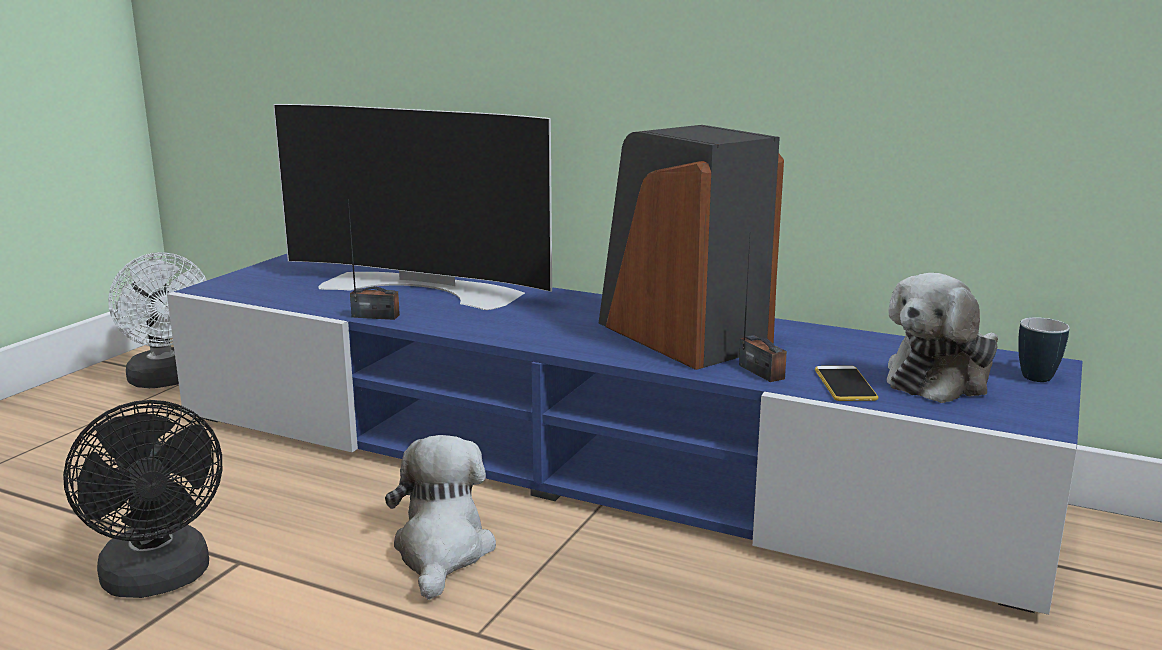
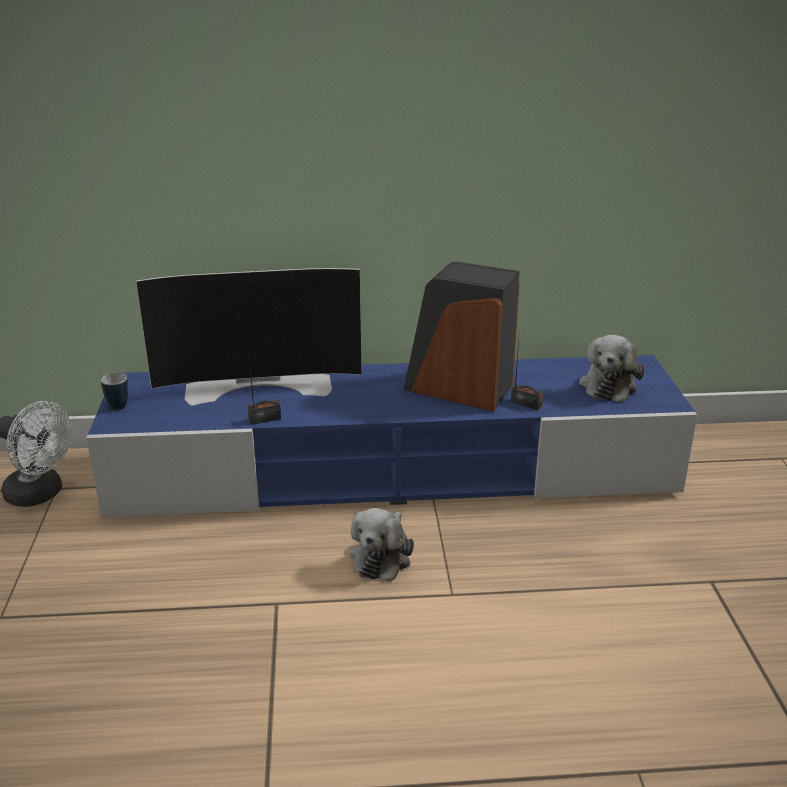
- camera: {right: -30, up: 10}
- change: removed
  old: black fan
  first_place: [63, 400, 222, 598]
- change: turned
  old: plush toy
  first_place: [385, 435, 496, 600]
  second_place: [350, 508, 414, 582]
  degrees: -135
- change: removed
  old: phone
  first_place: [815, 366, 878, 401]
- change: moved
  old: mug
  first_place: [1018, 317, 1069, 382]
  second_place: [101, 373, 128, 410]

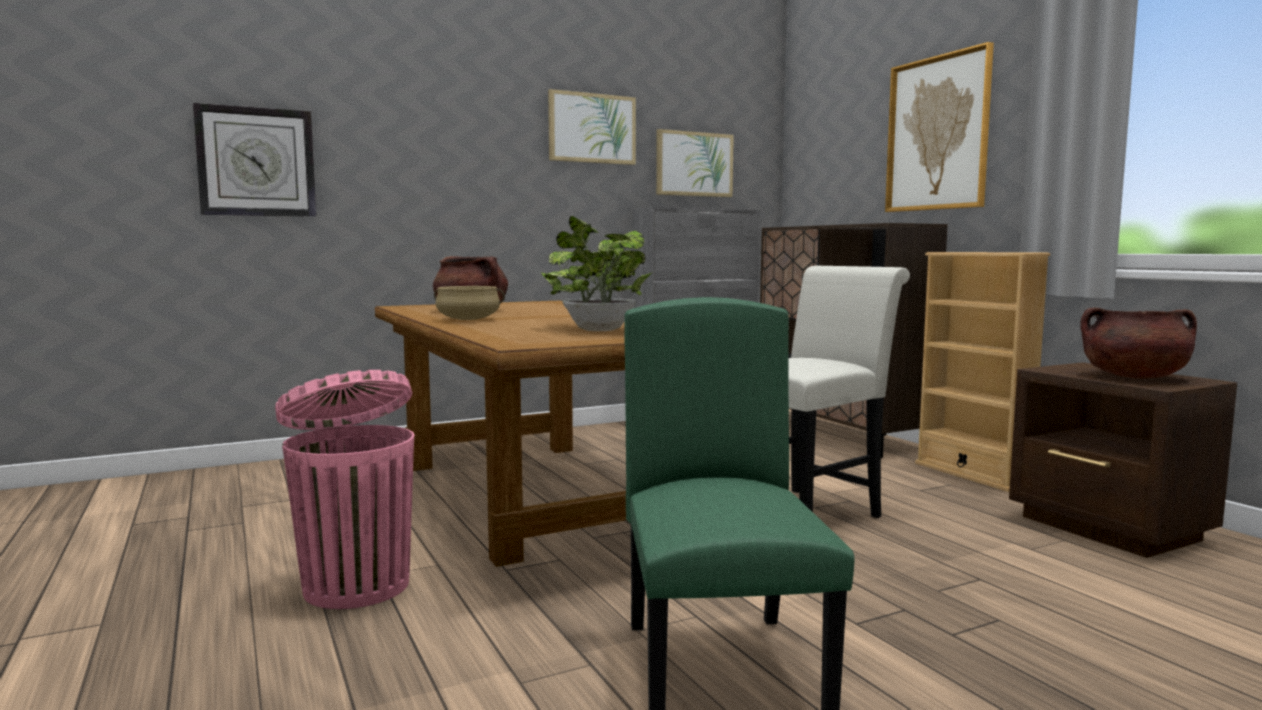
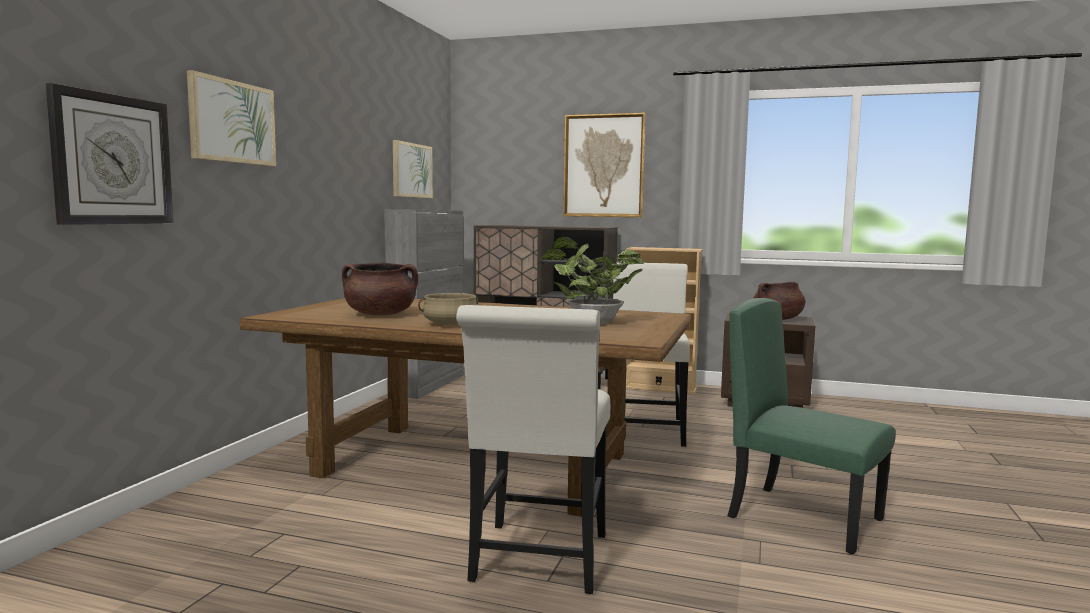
- camera: {right: -45, up: 0}
- change: replaced
  old: pink trash can
  new: white chair
  first_place: [275, 370, 415, 609]
  second_place: [456, 305, 610, 594]
- change: moved
  old: picture
  first_place: [548, 89, 636, 165]
  second_place: [187, 70, 276, 166]

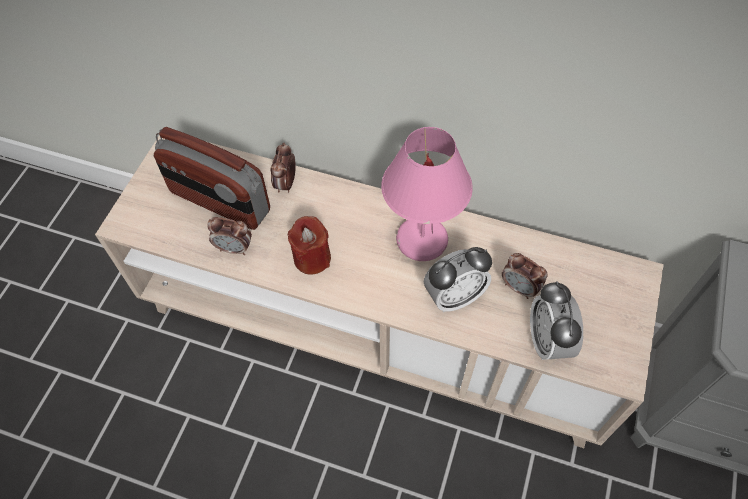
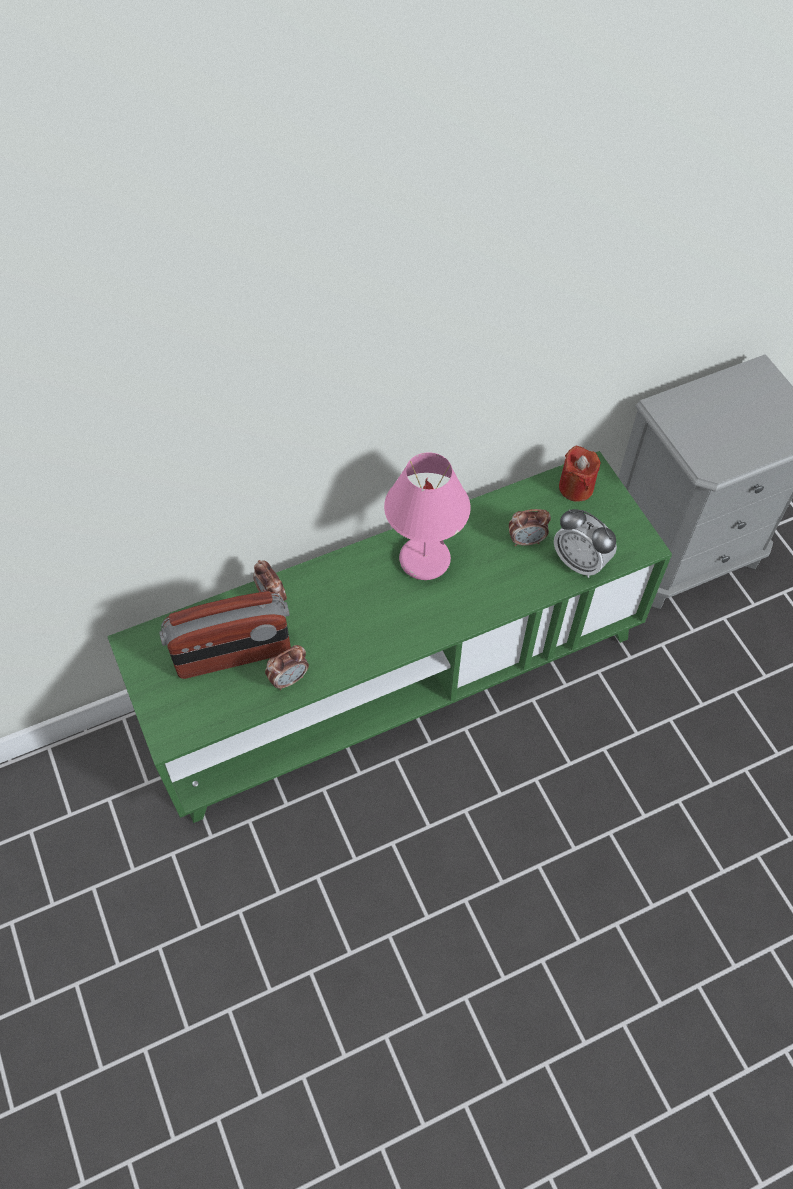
- camera: {right: -45, up: 0}
- change: recoloured
  old: beige tv stand
  new: green tv stand
  first_place: [95, 135, 664, 448]
  second_place: [107, 451, 672, 823]
- change: moved
  old: red candle
  first_place: [288, 216, 331, 275]
  second_place: [559, 446, 600, 502]
- change: removed
  old: alarm clock
  first_place: [424, 247, 492, 312]

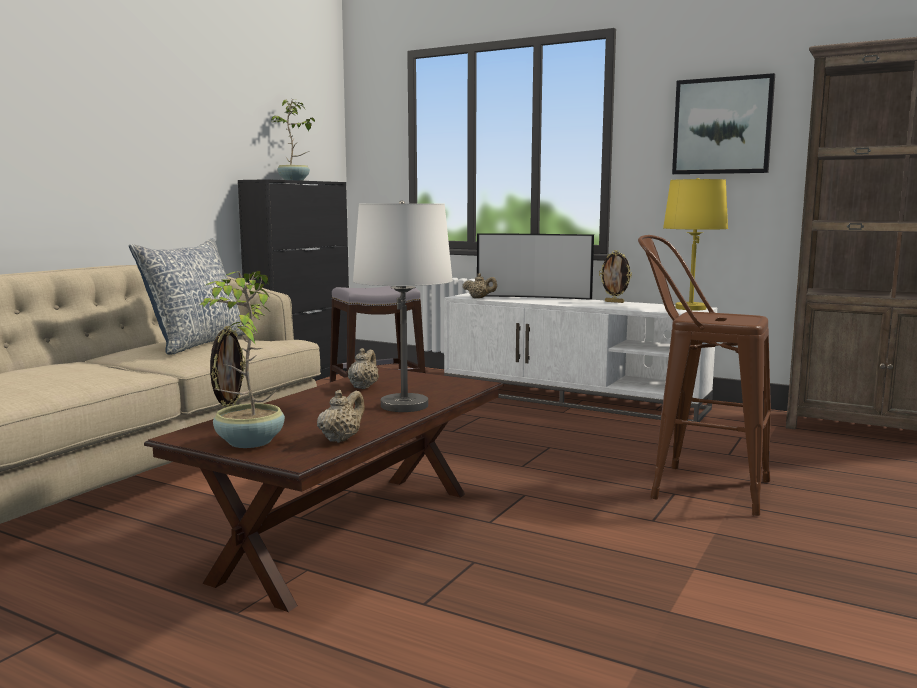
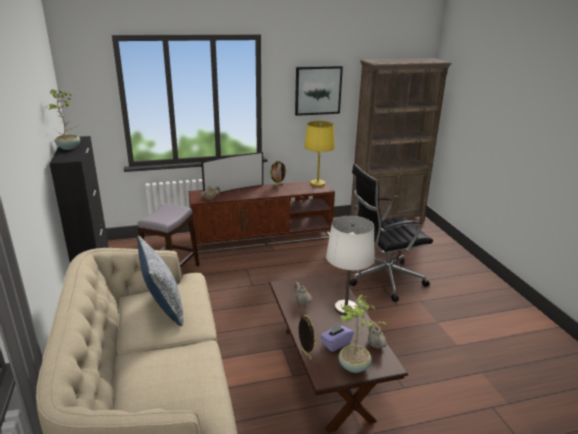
- camera: {right: -45, up: 15}
- change: recoloured
  old: white tv stand
  new: brown tv stand
  first_place: [444, 293, 717, 422]
  second_place: [188, 180, 335, 254]
- change: replaced
  old: brown stool
  new: black office chair
  first_place: [638, 235, 771, 516]
  second_place: [350, 164, 433, 302]
- change: added
  new: purple tissue box
  second_place: [320, 322, 354, 352]

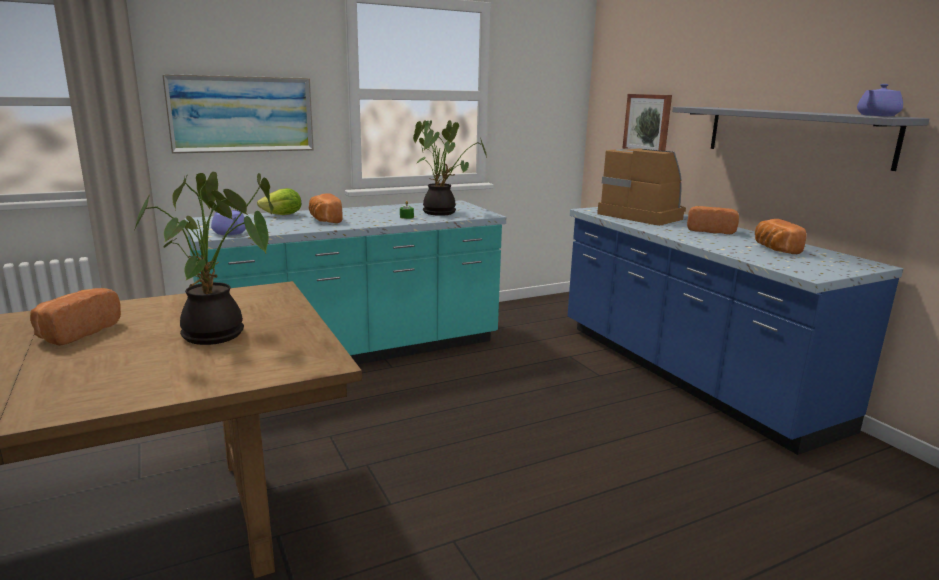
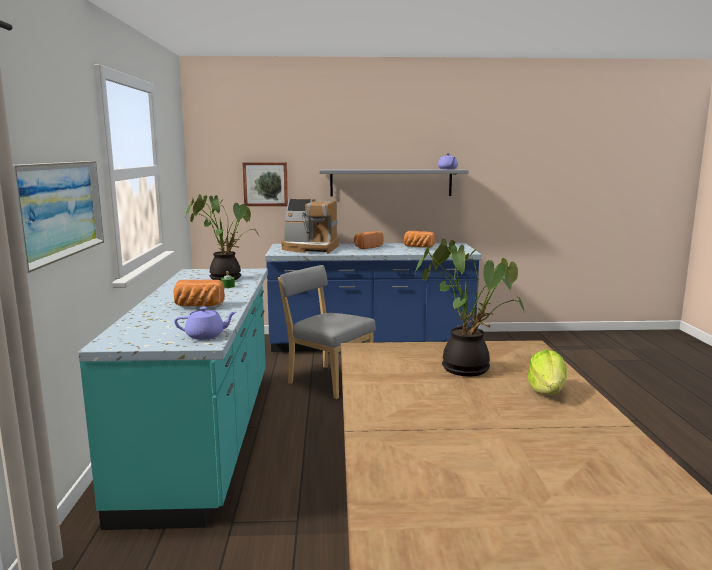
- camera: {right: -65, up: -5}
- change: removed
  old: bread
  first_place: [30, 288, 121, 346]
- change: moved
  old: lettuce
  first_place: [257, 188, 301, 215]
  second_place: [527, 350, 567, 395]
- change: turned
  old: coffee machine
  first_place: [597, 148, 686, 226]
  second_place: [281, 199, 339, 254]
  degrees: -150
- change: added
  new: grey chair
  second_place: [278, 265, 376, 399]

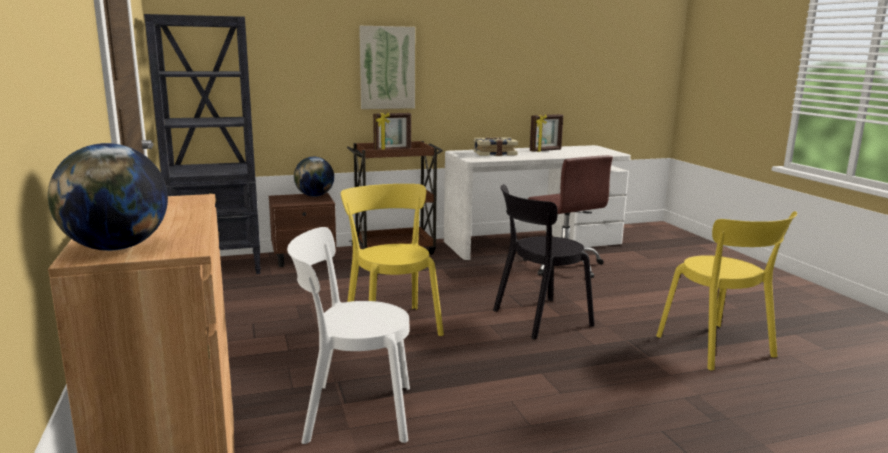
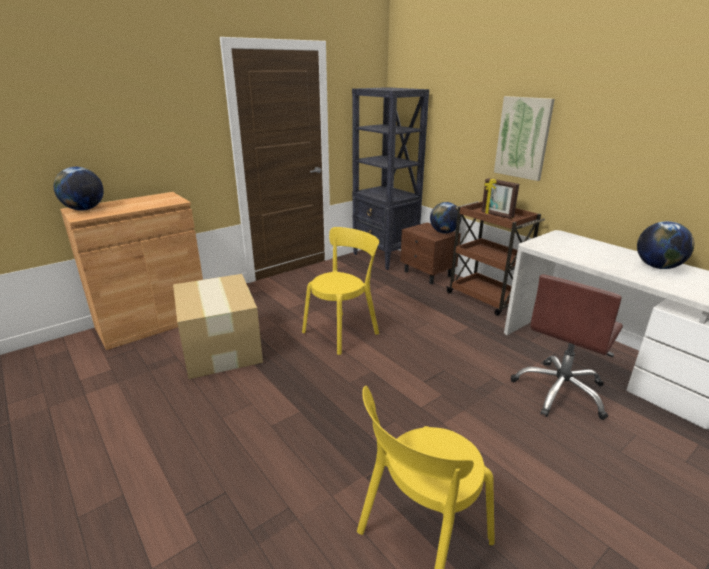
- camera: {right: 70, up: 10}
- change: replaced
  old: white chair
  new: cardboard box
  first_place: [287, 227, 410, 444]
  second_place: [173, 274, 263, 379]
- change: removed
  old: book
  first_place: [474, 137, 518, 156]
- change: removed
  old: black chair
  first_place: [493, 184, 595, 340]
- change: replaced
  old: picture frame
  new: globe
  first_place: [530, 114, 563, 152]
  second_place: [637, 221, 694, 269]

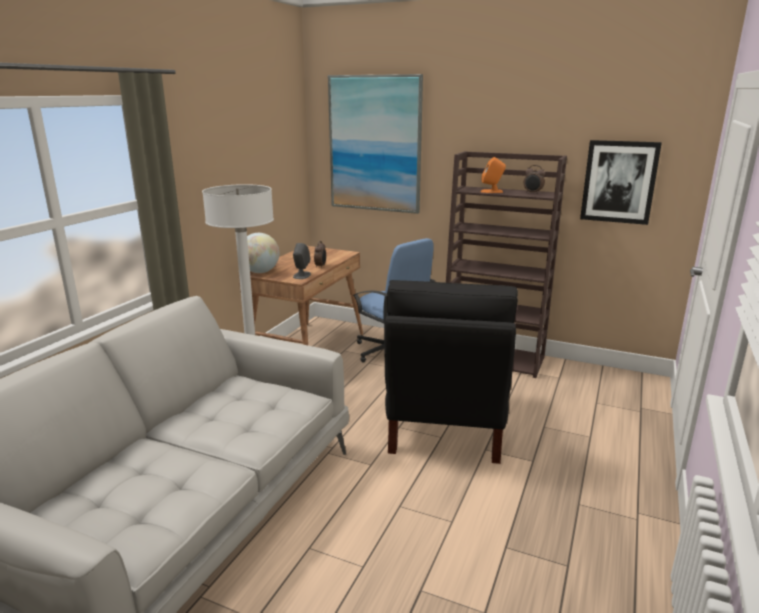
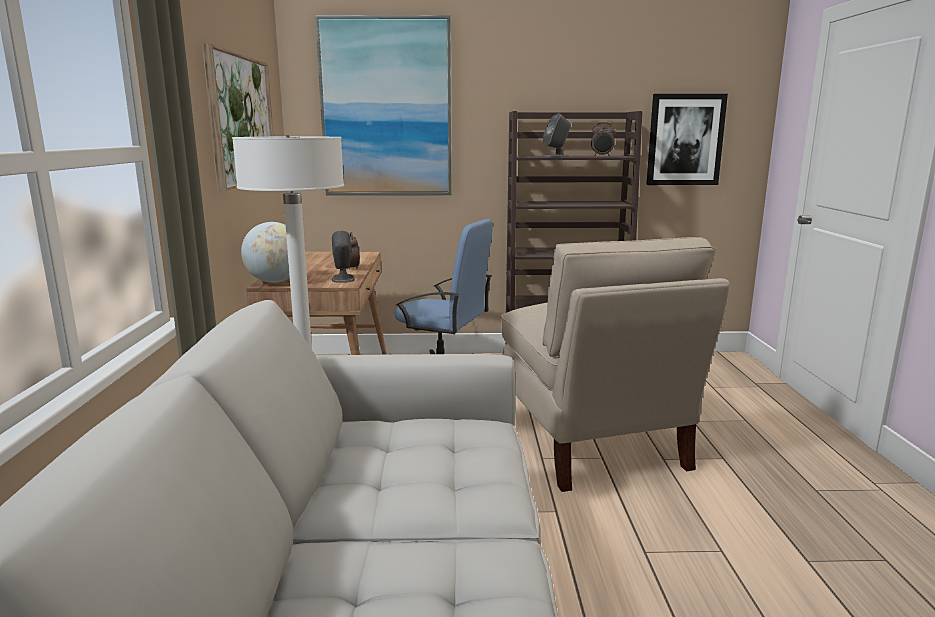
- camera: {right: -25, up: -5}
- change: recoloured
  old: black chair
  new: beige chair
  first_place: [384, 280, 518, 464]
  second_place: [501, 237, 730, 492]
- change: recoloured
  old: orange speaker
  new: grey speaker
  first_place: [480, 157, 506, 193]
  second_place: [543, 114, 571, 157]
- change: added
  new: picture
  second_place: [202, 44, 274, 191]

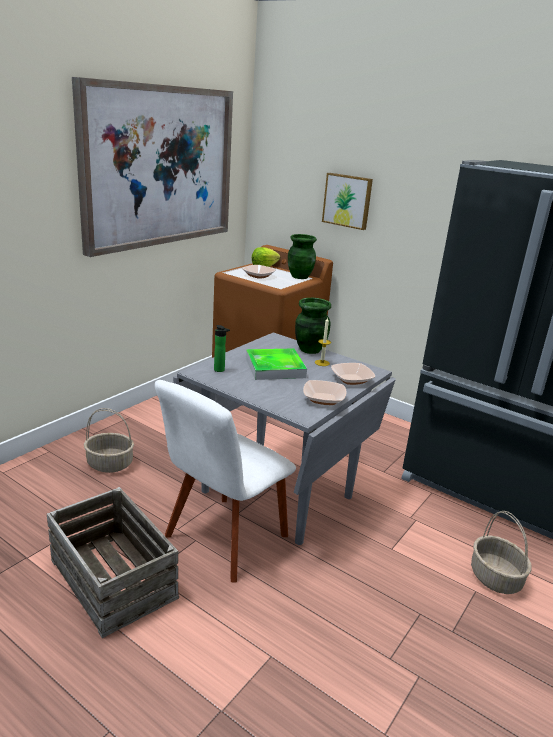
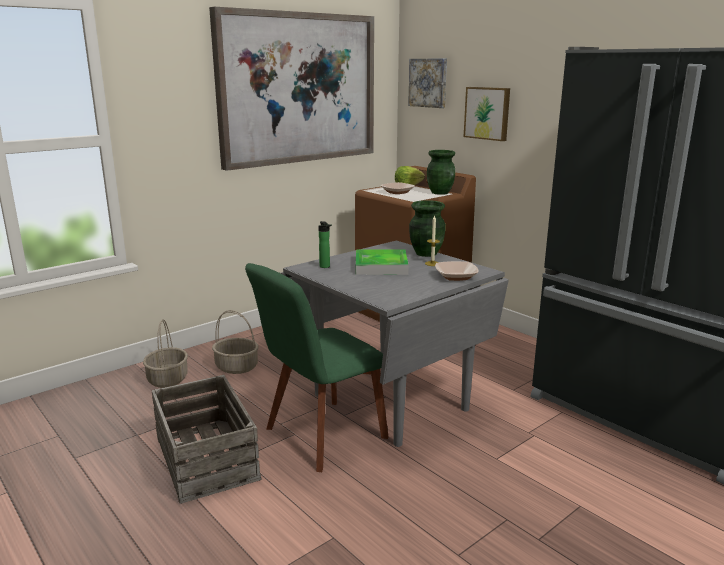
- camera: {right: 15, up: -5}
- change: recoloured
  old: white chair
  new: green chair
  first_place: [155, 380, 296, 582]
  second_place: [245, 263, 389, 472]
- change: removed
  old: bowl
  first_place: [303, 380, 347, 405]
- change: moved
  old: basket
  first_place: [471, 511, 532, 594]
  second_place: [143, 319, 188, 388]
- change: added
  new: picture
  second_place: [408, 58, 447, 108]

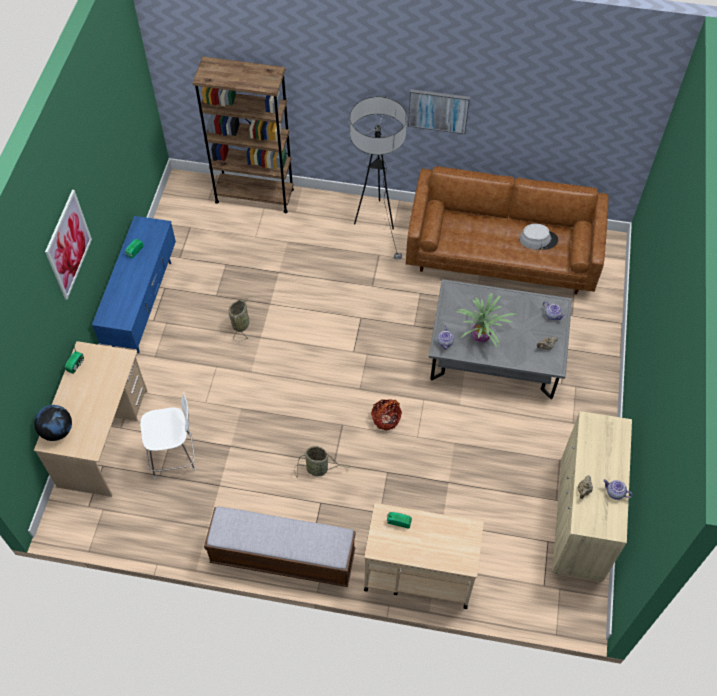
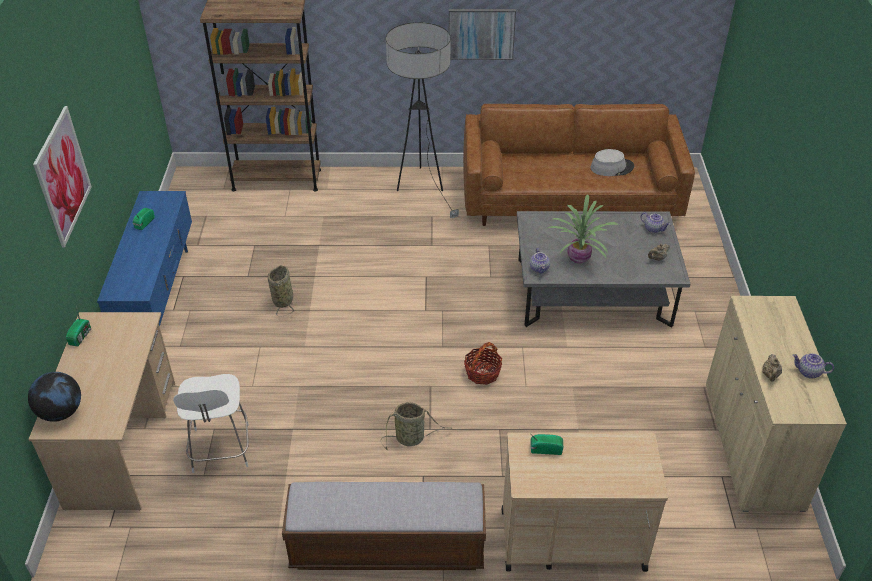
- camera: {right: -10, up: -15}
- change: turned
  old: white chair
  first_place: [140, 392, 196, 479]
  second_place: [173, 374, 249, 473]
  degrees: 105

